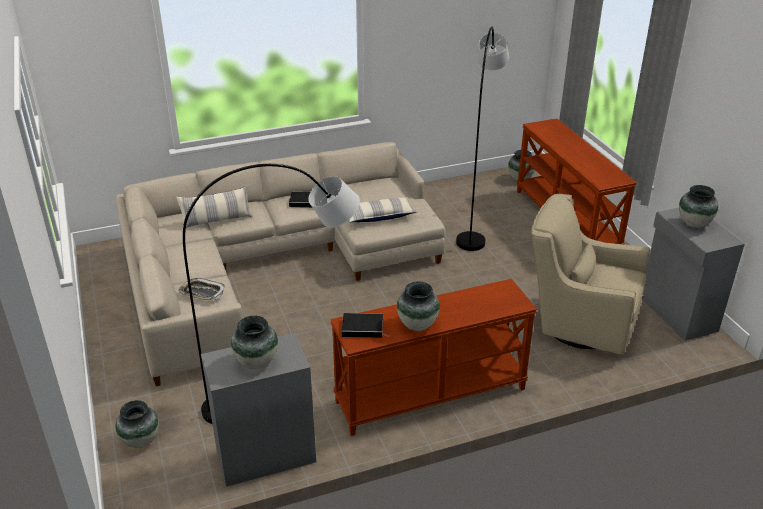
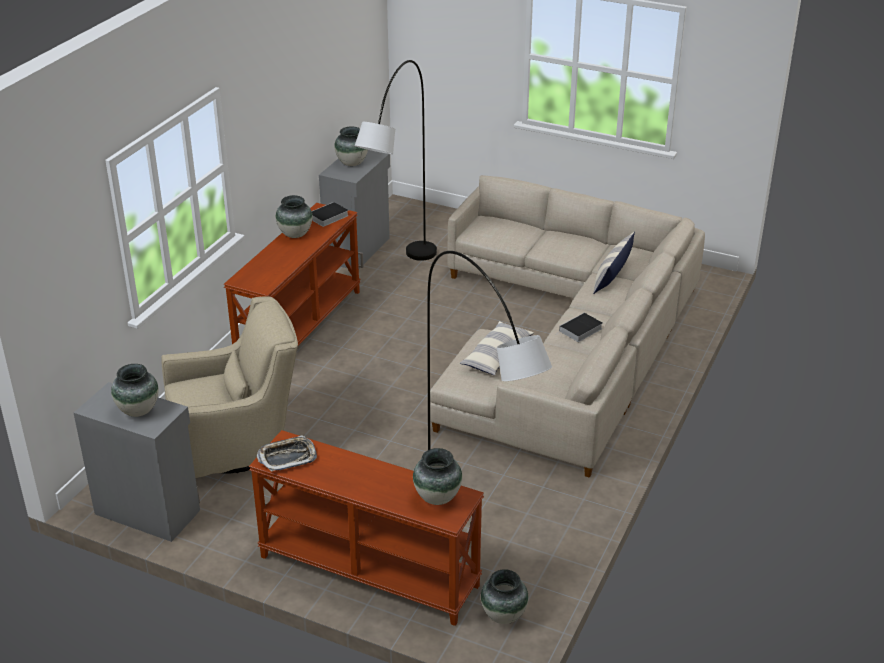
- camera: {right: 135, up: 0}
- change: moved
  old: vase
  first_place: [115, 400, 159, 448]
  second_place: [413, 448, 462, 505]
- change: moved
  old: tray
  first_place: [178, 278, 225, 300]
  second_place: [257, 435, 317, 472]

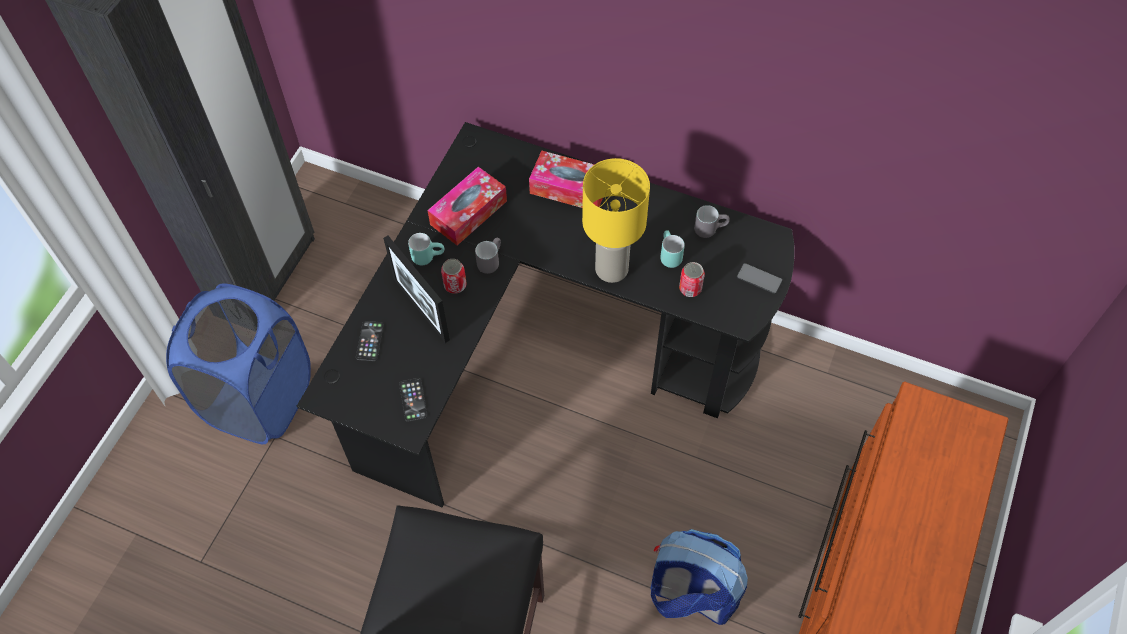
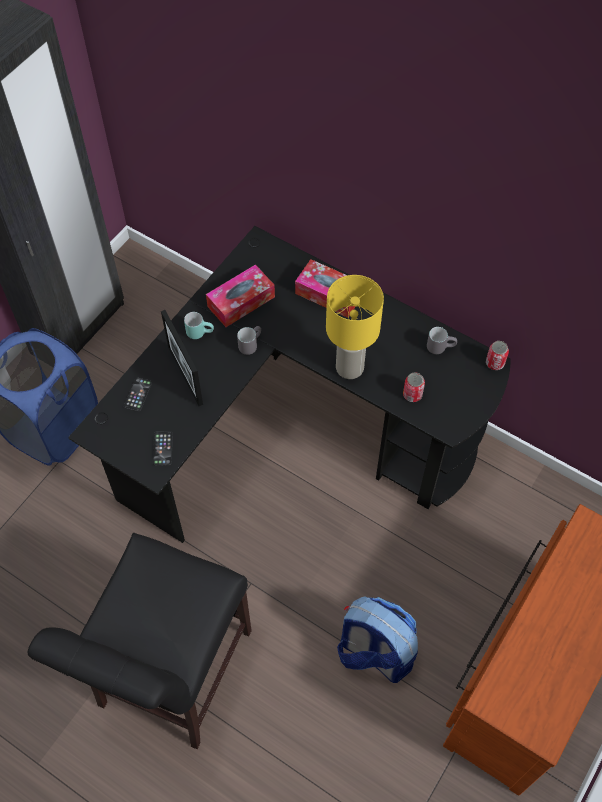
- camera: {right: 10, up: 0}
- change: moved
  old: can
  first_place: [441, 259, 466, 294]
  second_place: [486, 341, 509, 370]
- change: removed
  old: turquoise mug
  first_place: [660, 230, 685, 268]
- change: removed
  old: phone
  first_place: [737, 263, 783, 294]

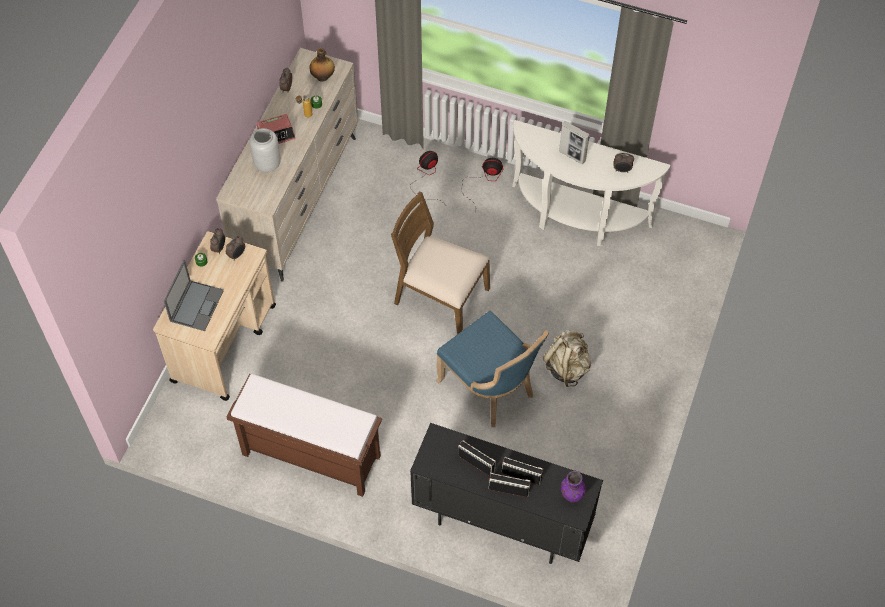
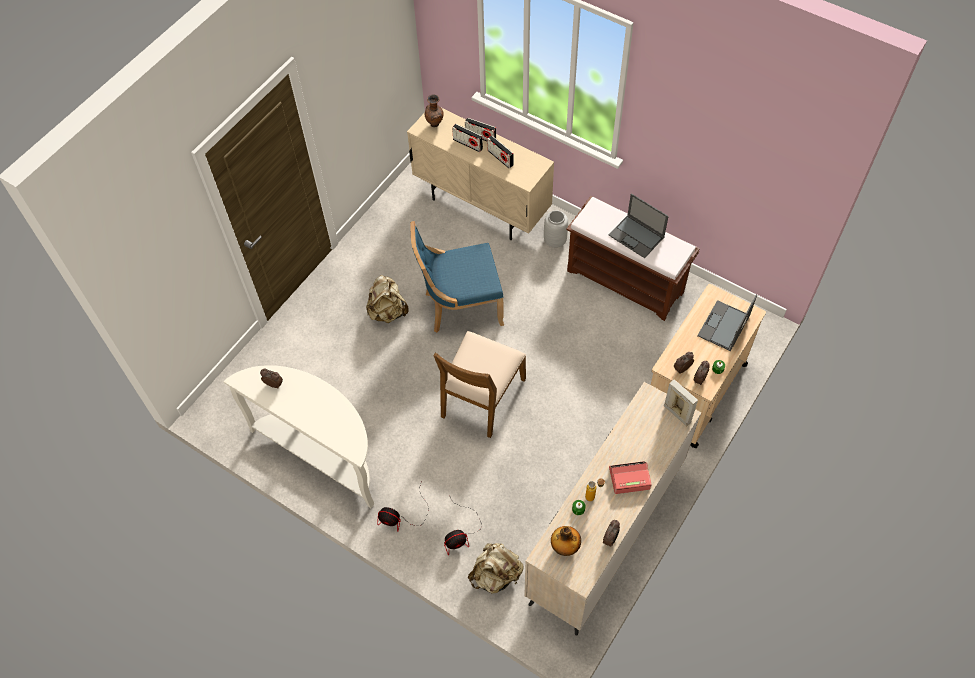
- camera: {right: -165, up: 0}
- change: moved
  old: grey vase
  first_place: [250, 128, 281, 172]
  second_place: [544, 210, 568, 248]
- change: turned
  old: brown chair
  first_place: [391, 192, 490, 334]
  second_place: [434, 331, 526, 438]
  degrees: 75
- change: recoloured
  old: black cabinet
  new: beige cabinet
  first_place: [410, 423, 603, 564]
  second_place: [407, 108, 554, 240]
- change: turned
  old: blue chair
  first_place: [436, 311, 549, 427]
  second_place: [411, 221, 504, 333]
  degrees: -75
- change: moved
  old: picture frame
  first_place: [559, 121, 590, 164]
  second_place: [664, 379, 698, 426]
- change: recoloured
  old: purple vase
  new: brown vase
  first_place: [561, 471, 586, 502]
  second_place: [425, 94, 444, 127]
- change: added
  new: beige backpack
  second_place: [468, 543, 524, 594]
- change: added
  new: laptop
  second_place: [609, 193, 669, 258]

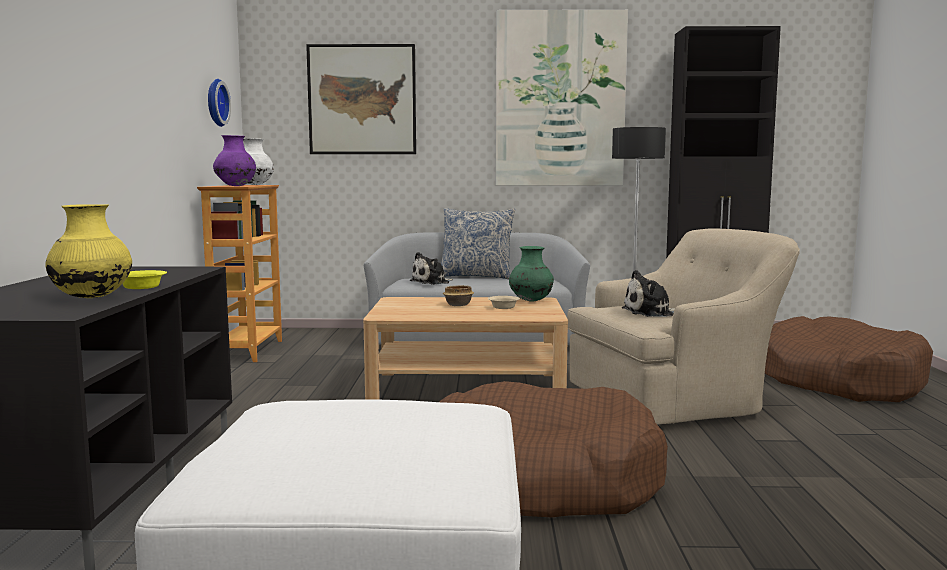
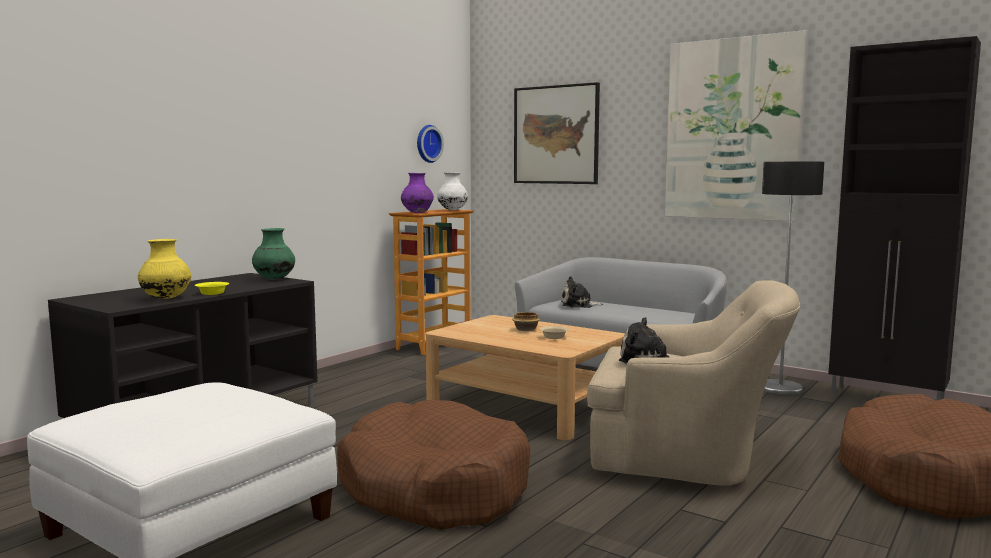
- camera: {right: 35, up: 0}
- change: removed
  old: pillow
  first_place: [441, 208, 515, 279]
- change: moved
  old: green vase
  first_place: [509, 246, 554, 302]
  second_place: [252, 228, 295, 280]

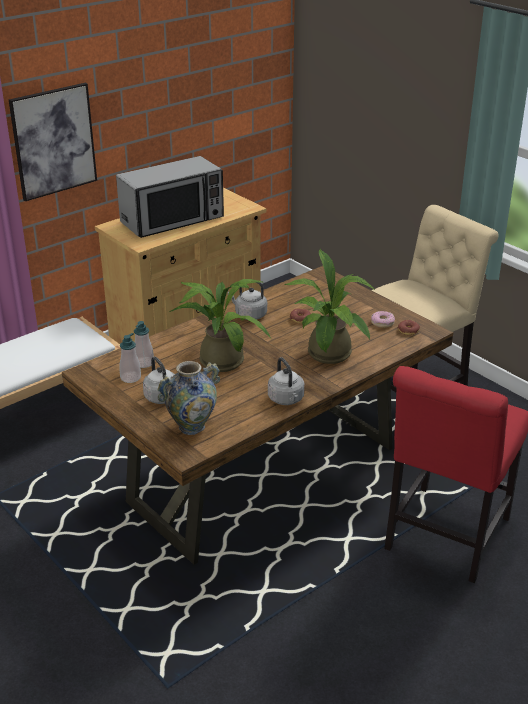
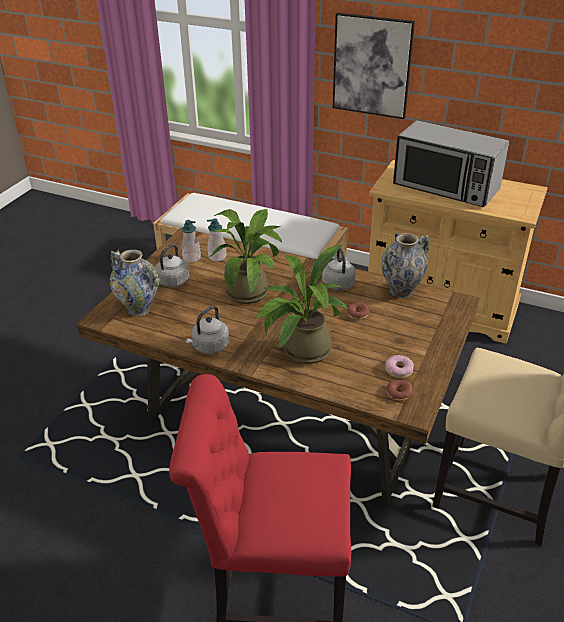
- camera: {right: 65, up: 5}
- change: added
  new: vase
  second_place: [381, 233, 430, 298]

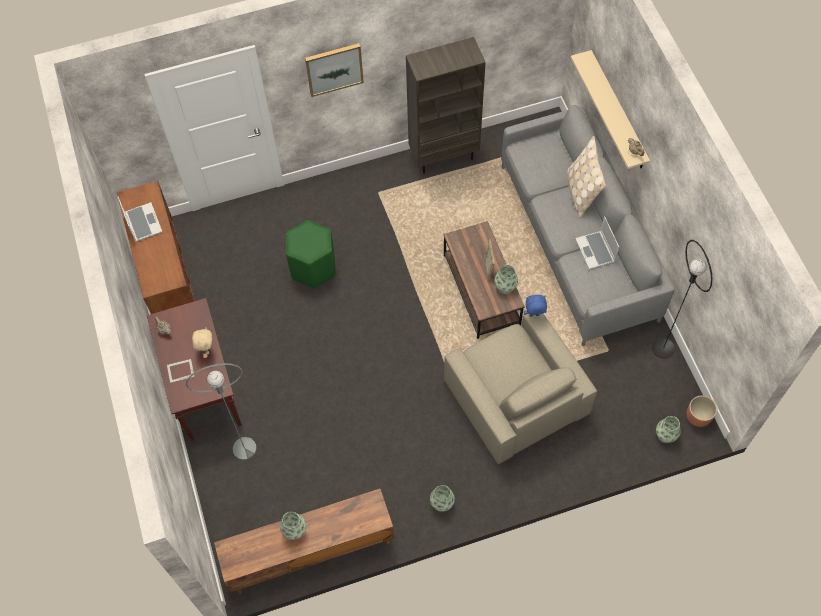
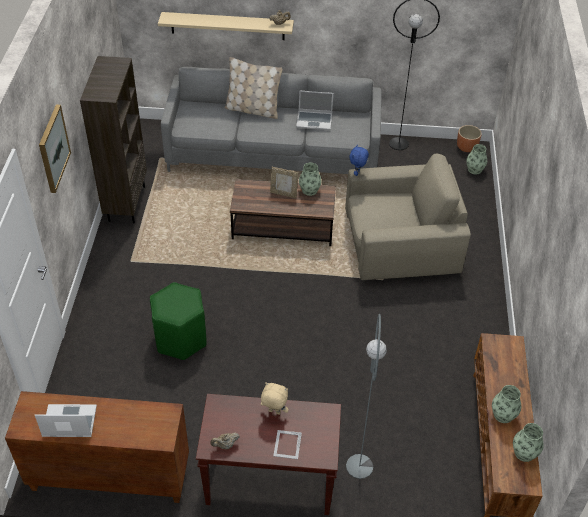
- camera: {right: -70, up: -15}
- change: moved
  old: vase
  first_place: [430, 485, 455, 512]
  second_place: [513, 423, 544, 462]

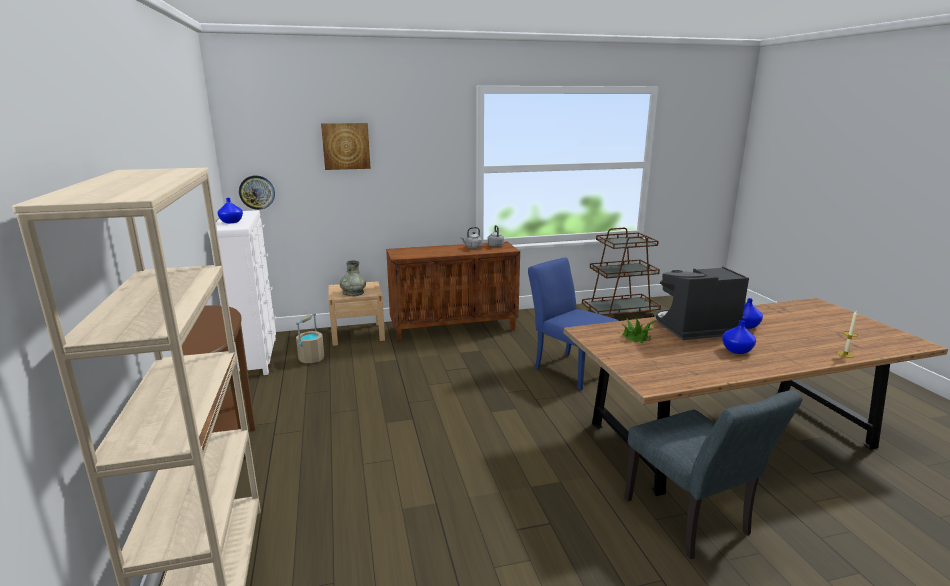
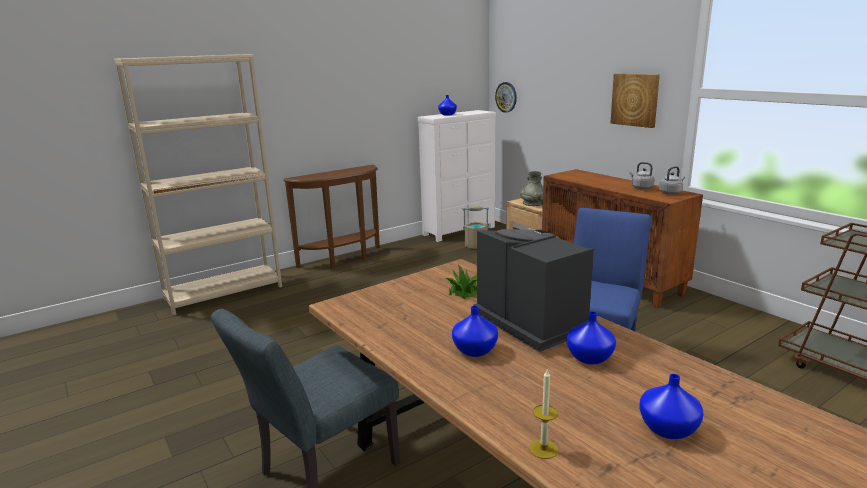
- camera: {right: 70, up: 0}
- change: moved
  old: picture
  first_place: [321, 123, 371, 170]
  second_place: [610, 74, 660, 128]
- change: added
  new: blue vase
  second_place: [639, 374, 703, 439]

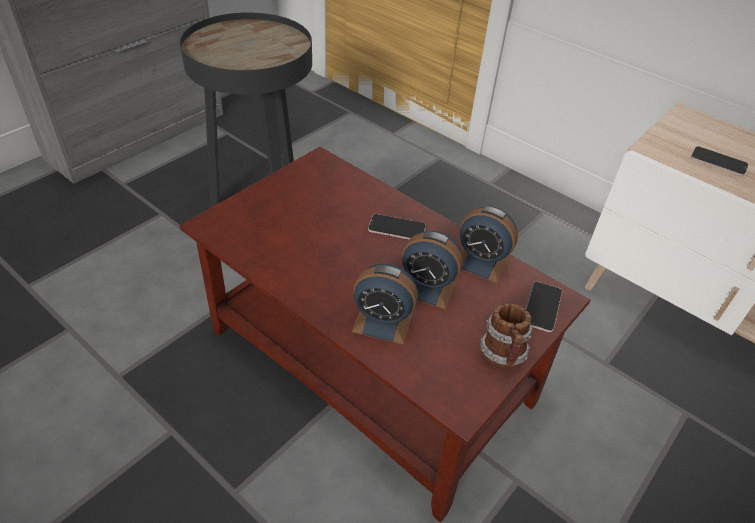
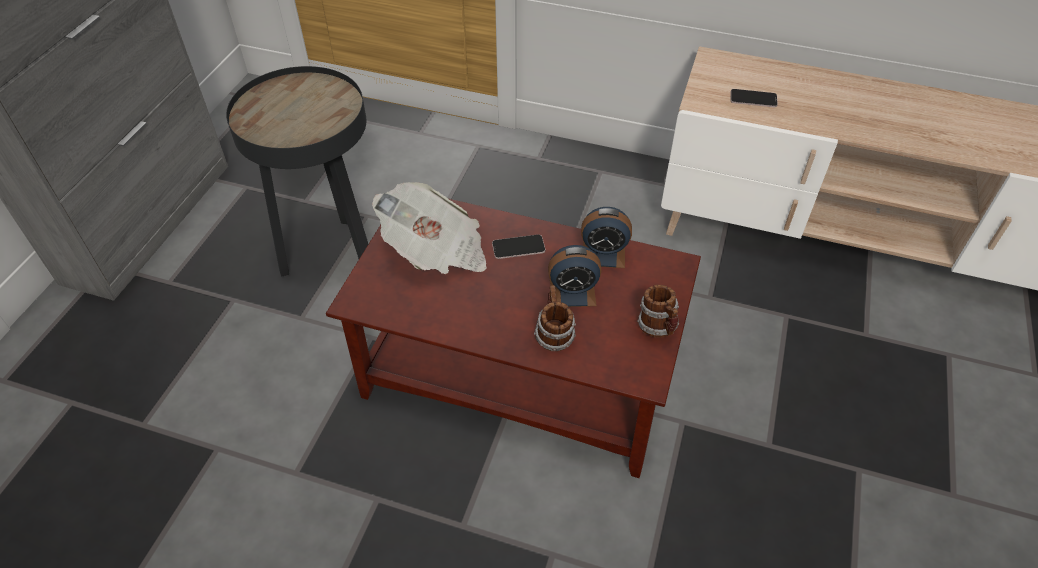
- camera: {right: -20, up: 5}
- change: replaced
  old: alarm clock
  new: mug
  first_place: [352, 263, 418, 345]
  second_place: [534, 285, 576, 351]
- change: removed
  old: phone
  first_place: [526, 281, 562, 332]
- change: added
  new: newspaper
  second_place: [372, 182, 487, 274]

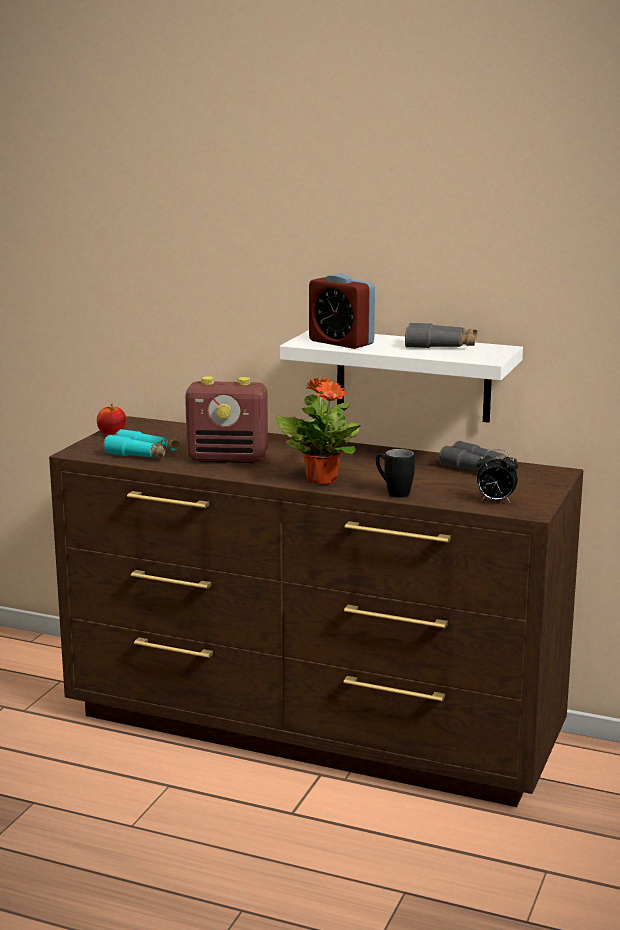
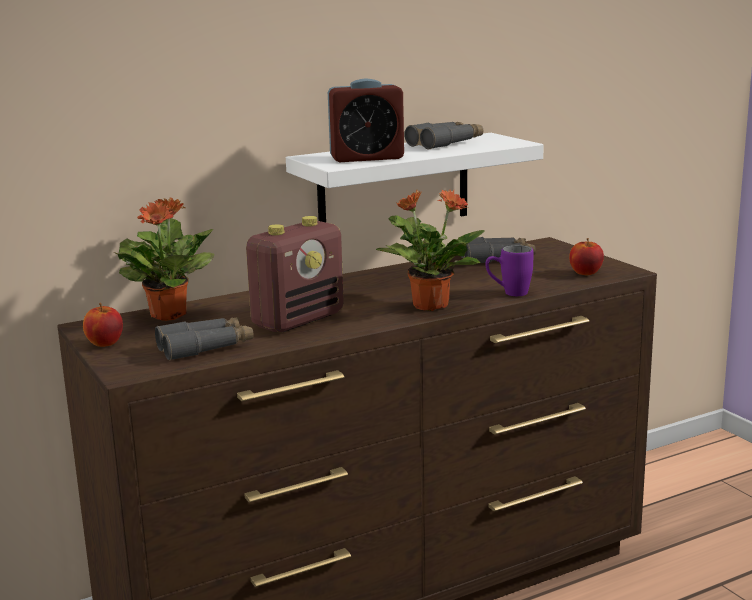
- camera: {right: -50, up: 0}
- change: recoloured
  old: turquoise binoculars
  new: grey binoculars
  first_place: [103, 429, 179, 458]
  second_place: [155, 317, 254, 361]
- change: recoloured
  old: black mug
  new: purple mug
  first_place: [376, 449, 415, 498]
  second_place: [486, 245, 533, 296]
- change: replaced
  old: alarm clock
  new: apple
  first_place: [476, 449, 518, 502]
  second_place: [569, 238, 604, 275]
- change: added
  new: potted plant
  second_place: [114, 198, 214, 321]

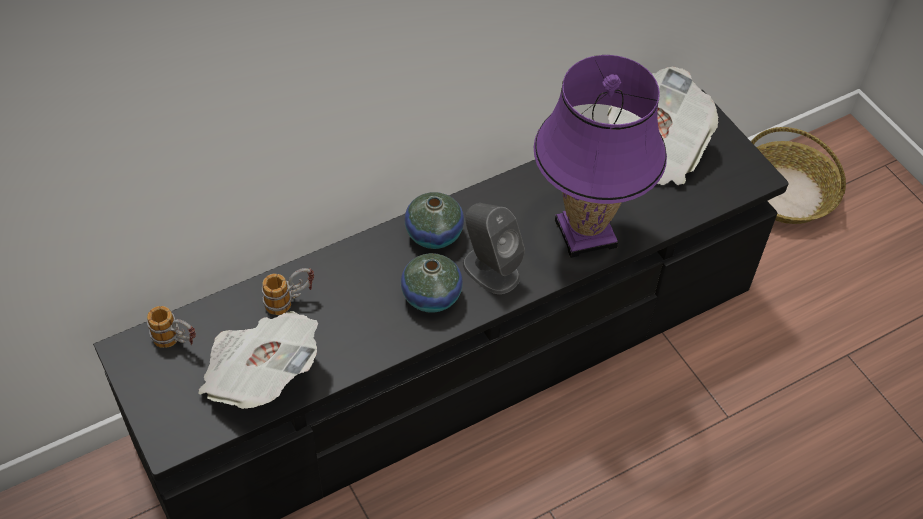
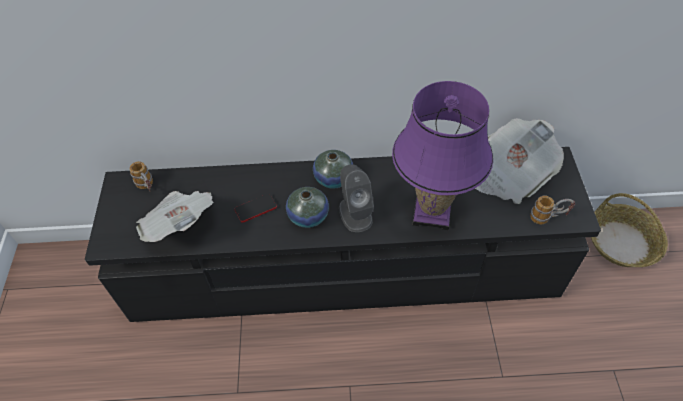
- camera: {right: 30, up: 0}
- change: moved
  old: mug
  first_place: [262, 268, 314, 315]
  second_place: [530, 195, 575, 224]
- change: added
  new: phone
  second_place: [235, 194, 277, 223]

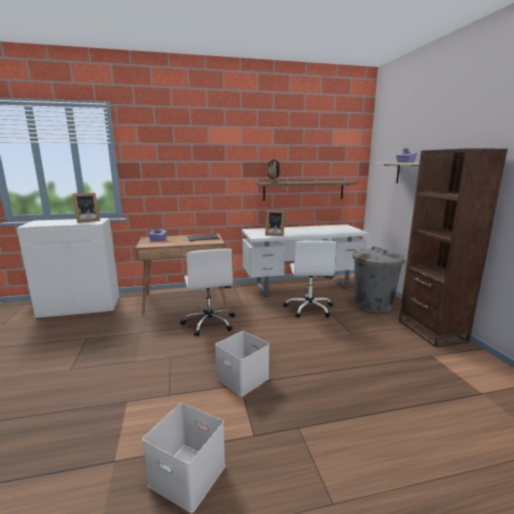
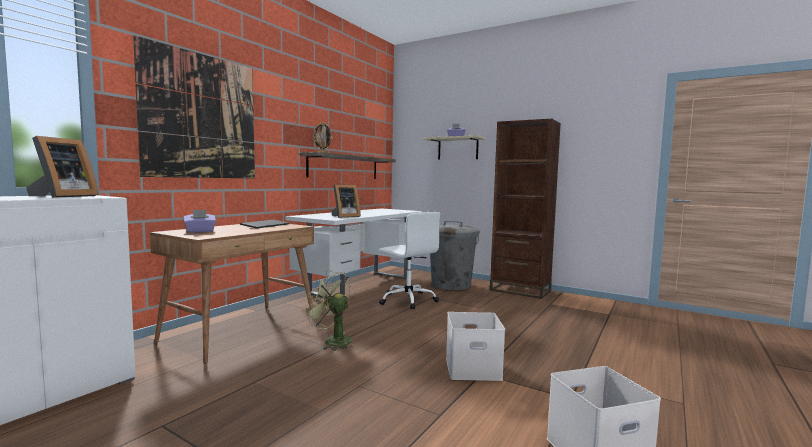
- camera: {right: -45, up: -10}
- change: replaced
  old: white office chair
  new: green fan
  first_place: [180, 248, 235, 336]
  second_place: [304, 270, 353, 351]
- change: added
  new: picture
  second_place: [133, 35, 255, 179]

